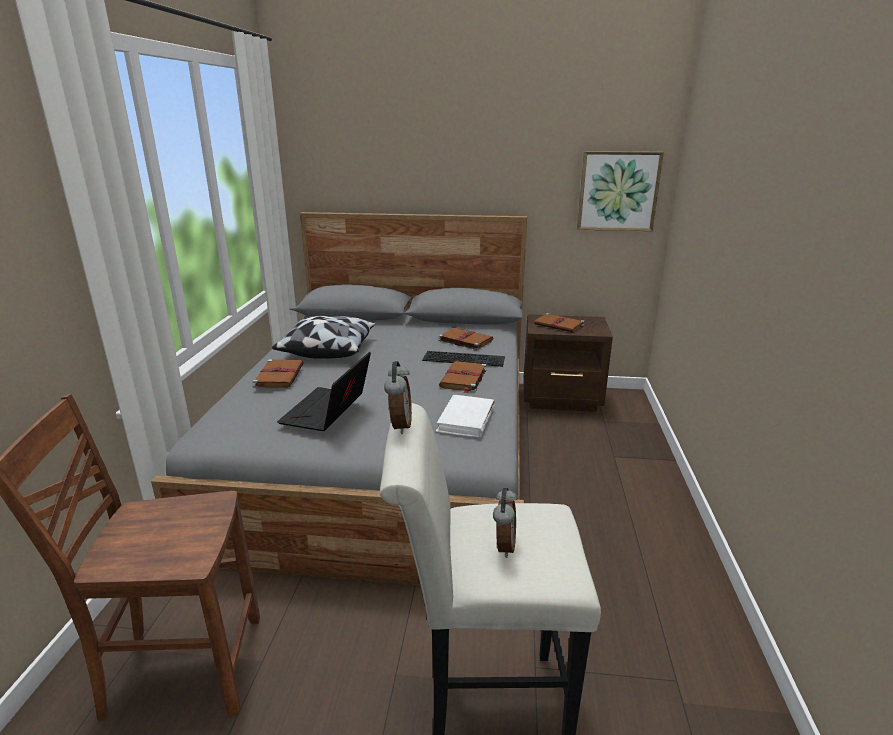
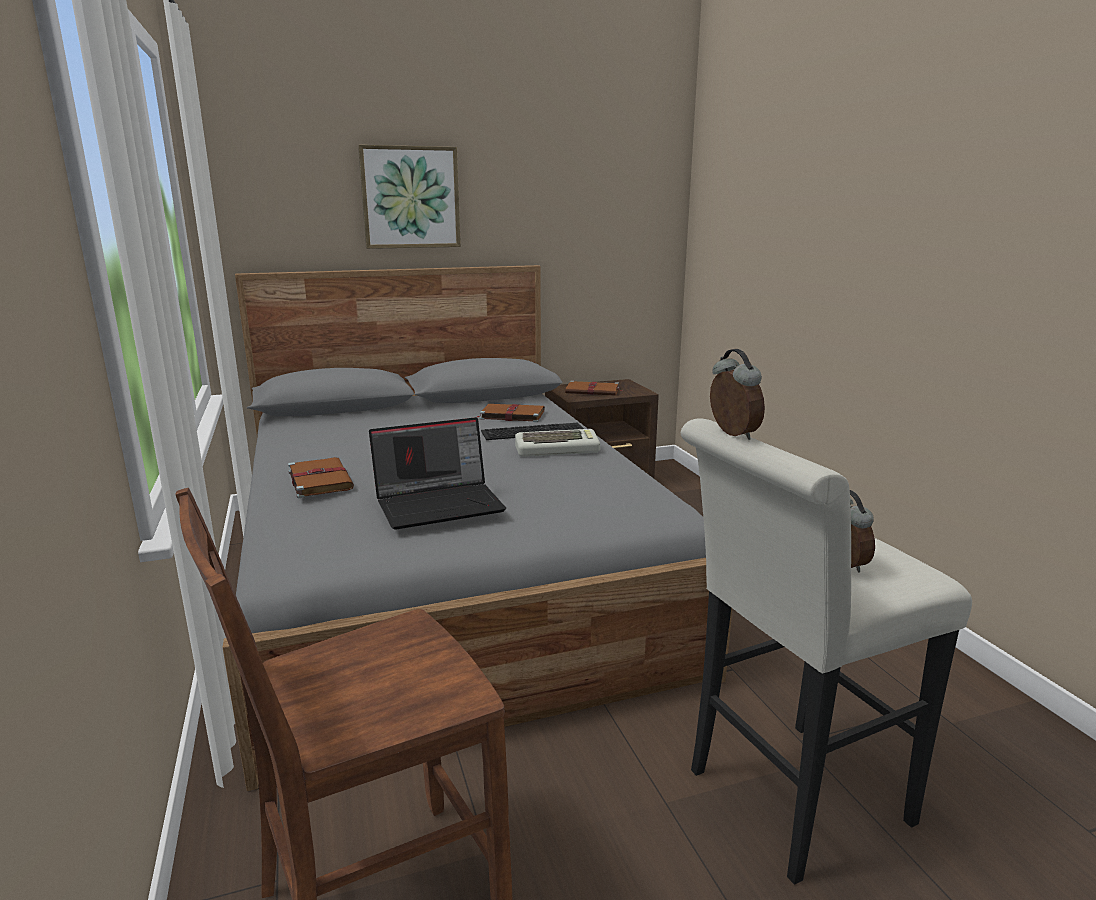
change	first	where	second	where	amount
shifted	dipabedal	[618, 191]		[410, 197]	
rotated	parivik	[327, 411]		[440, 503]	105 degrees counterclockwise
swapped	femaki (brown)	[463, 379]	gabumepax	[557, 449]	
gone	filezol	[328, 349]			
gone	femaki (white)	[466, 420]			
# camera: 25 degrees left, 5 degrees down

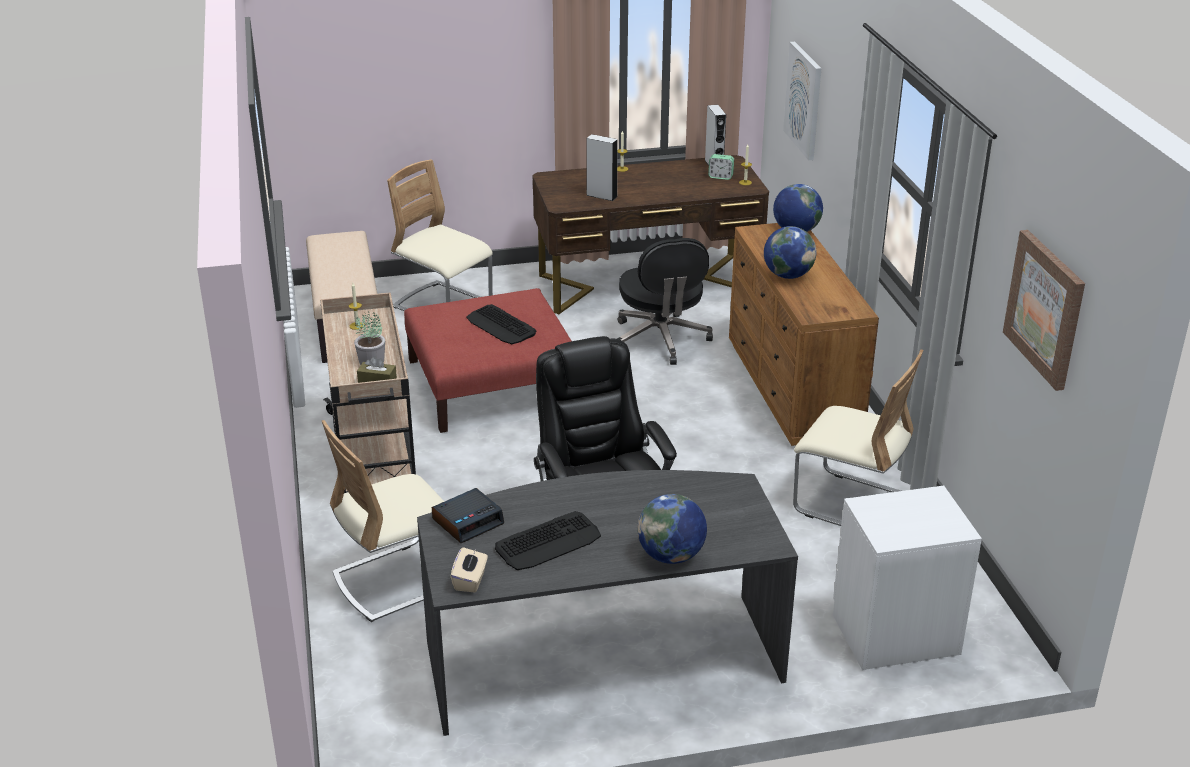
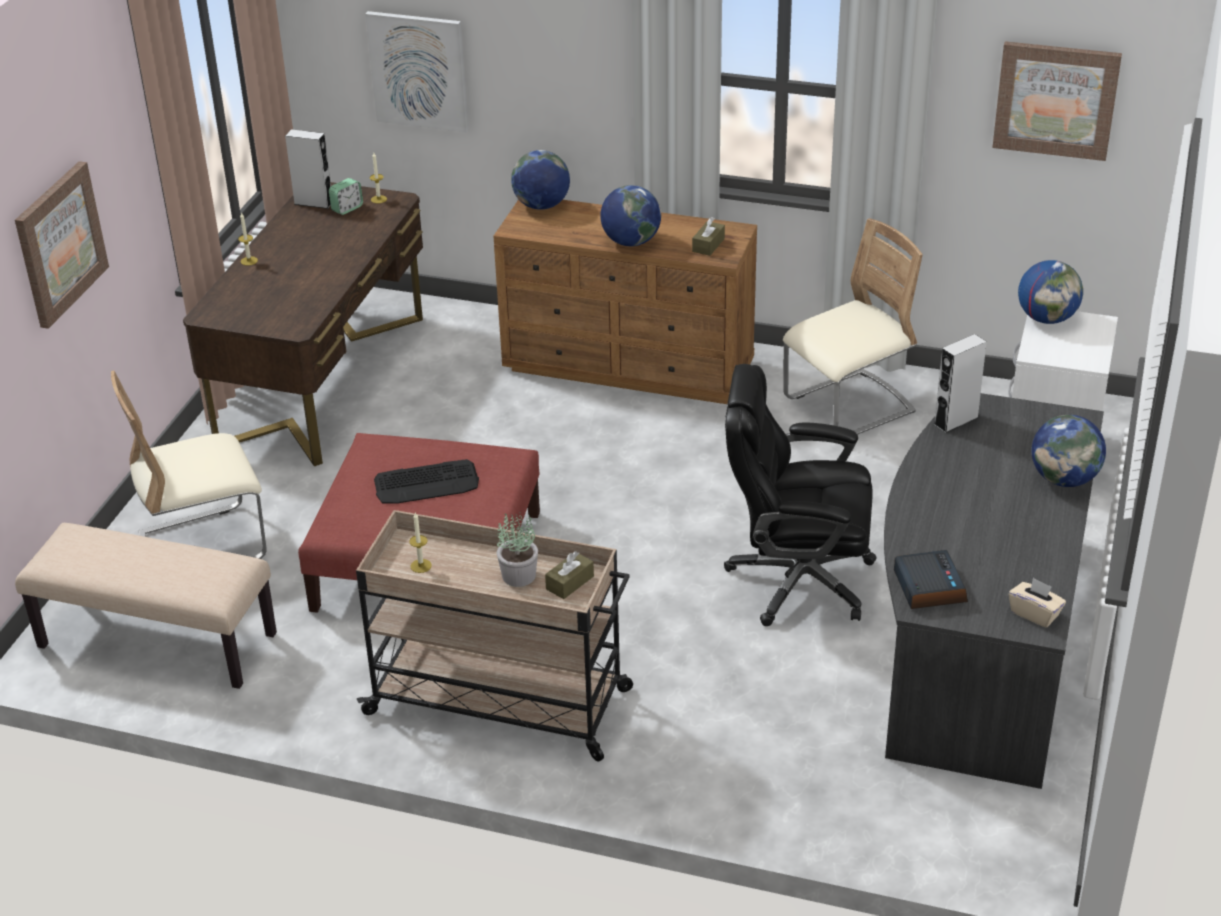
change	first	where	second	where	amount
new			dipabedal	[59, 243]	
new			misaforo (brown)	[708, 245]	
shifted	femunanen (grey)	[601, 196]		[956, 421]	
new			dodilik	[1047, 318]	
gone	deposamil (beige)	[396, 580]			
gone	gabumepax	[548, 542]			
gone	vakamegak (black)	[661, 340]			
# camera: 60 degrees left, 5 degrees up

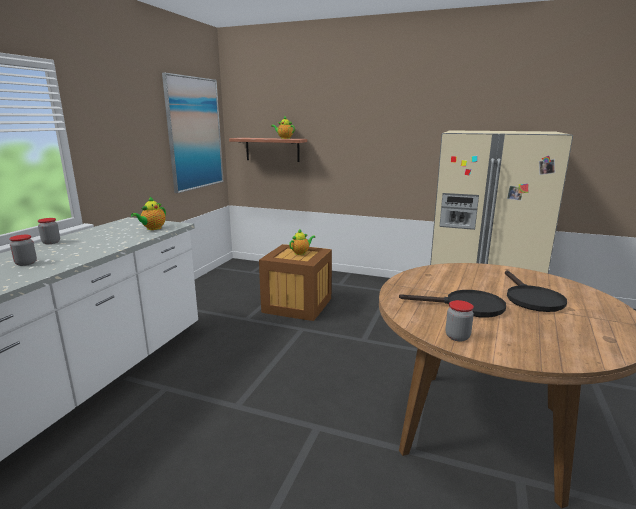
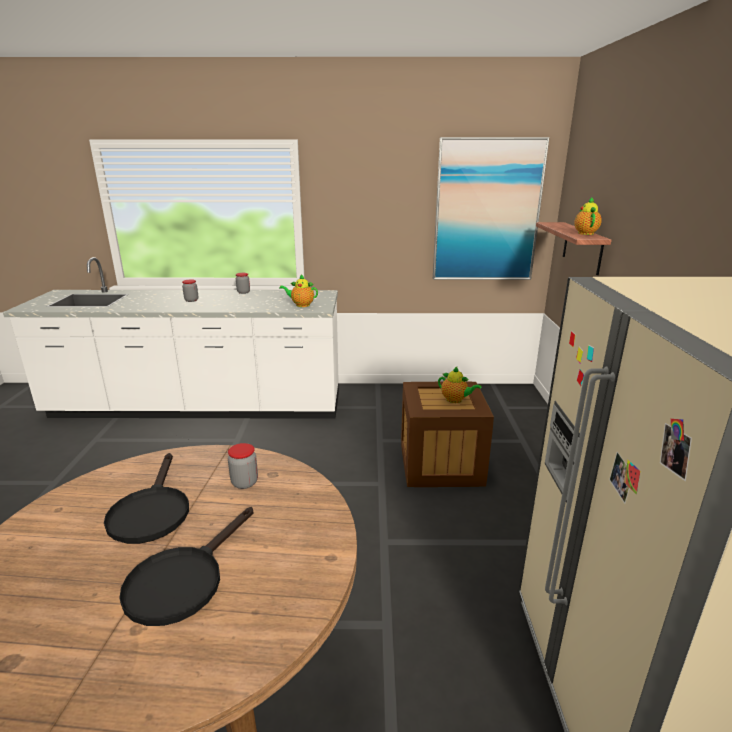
change	first	where	second	where	amount
rotated	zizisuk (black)	[530, 298]		[183, 579]	45 degrees counterclockwise
shifted	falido	[457, 337]		[244, 482]	
# camera: 70 degrees right, 5 degrees up

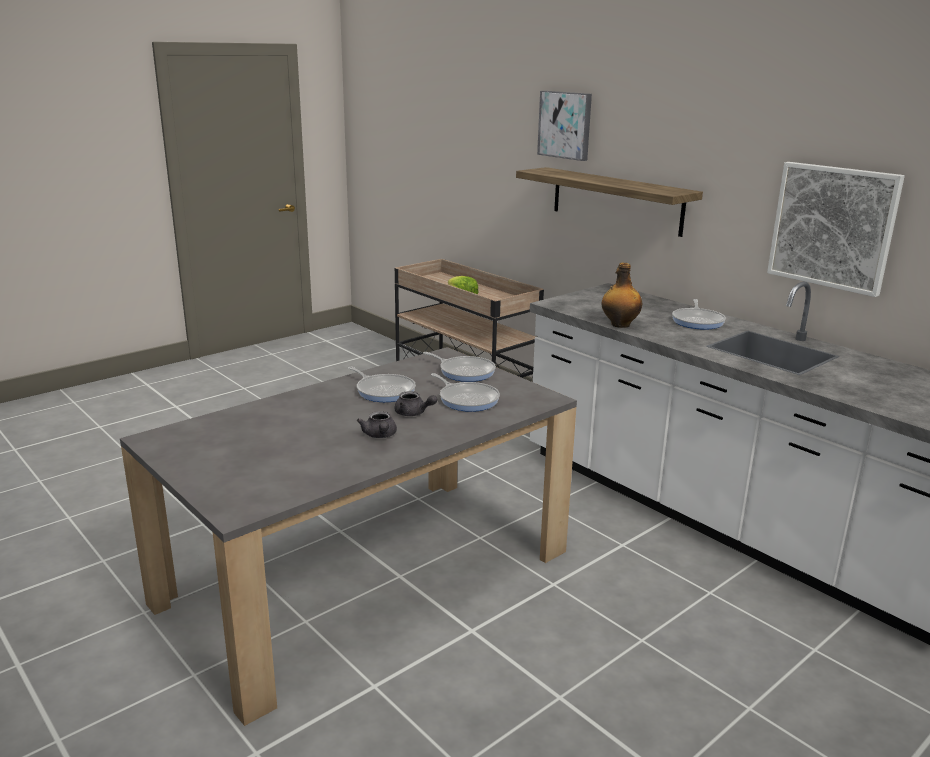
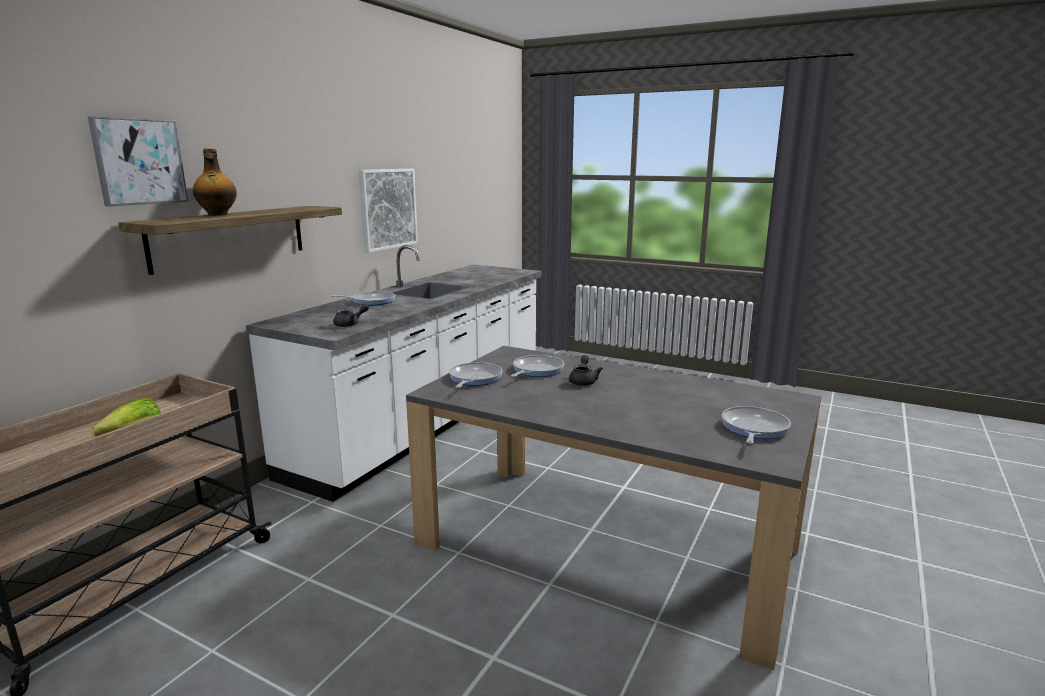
change	first	where	second	where	amount
shifted	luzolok	[619, 325]		[217, 215]	
shifted	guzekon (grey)	[380, 436]		[350, 324]	
shifted	zizisuk	[384, 391]		[753, 428]	
# camera: 110 degrees left, 5 degrees down

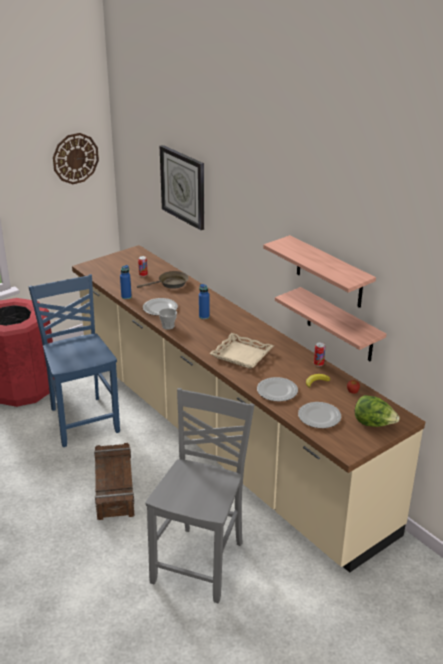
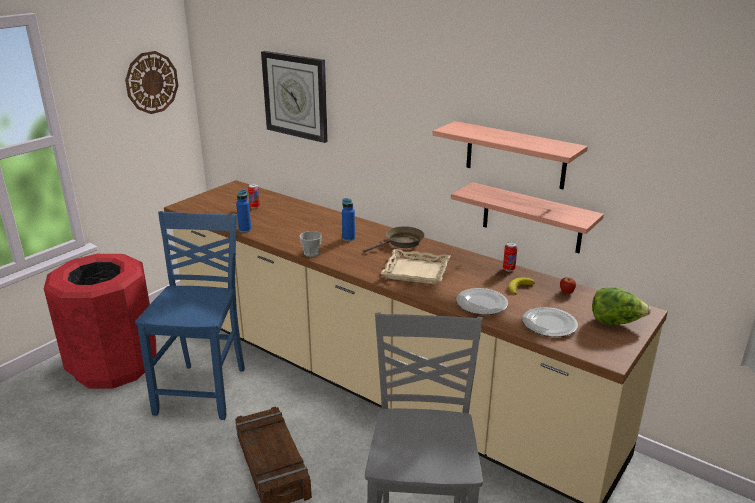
change	first	where	second	where	amount
rotated	deposamil (blue)	[83, 420]		[204, 390]	45 degrees clockwise
shifted	zizisuk (brown)	[170, 284]		[401, 243]	
gone	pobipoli	[160, 308]			
# camera: 15 degrees left, 5 degrees down

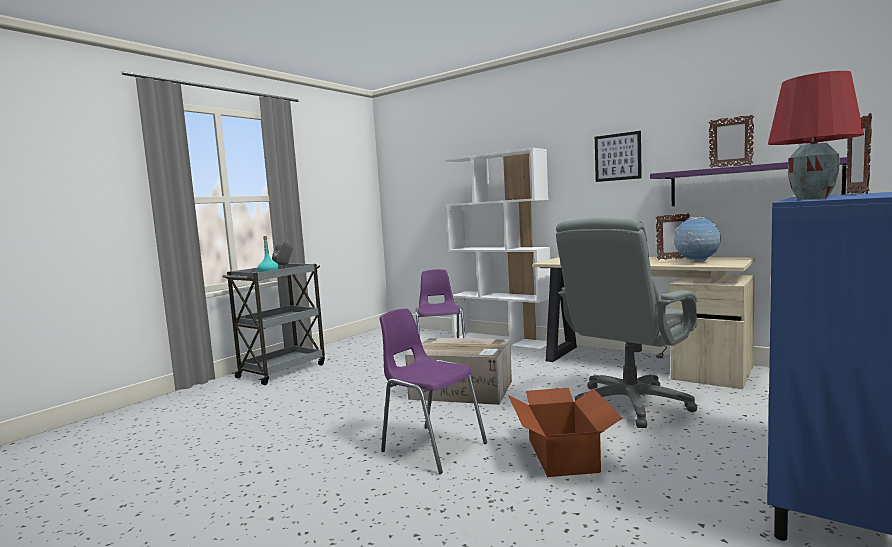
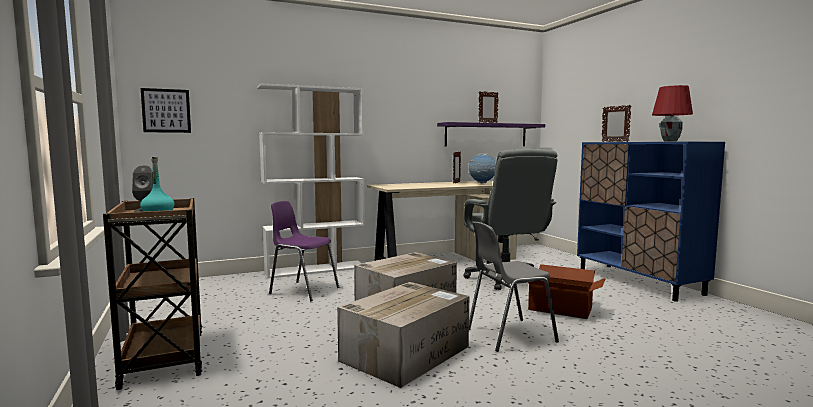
change	first	where	second	where	amount
repainted	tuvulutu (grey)	[283, 370]	tuvulutu (brown)	[164, 357]	
shifted	dipabedal	[617, 157]		[166, 110]	
new			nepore	[406, 353]	
repainted	deposamil (purple)	[431, 447]	deposamil (grey)	[508, 335]	
# camera: 60 degrees left, 0 degrees up

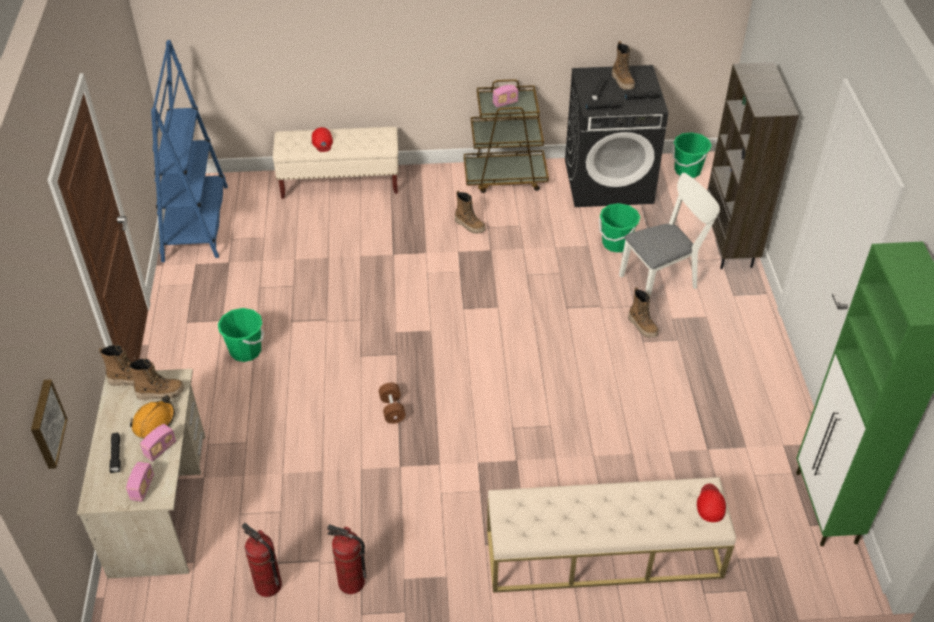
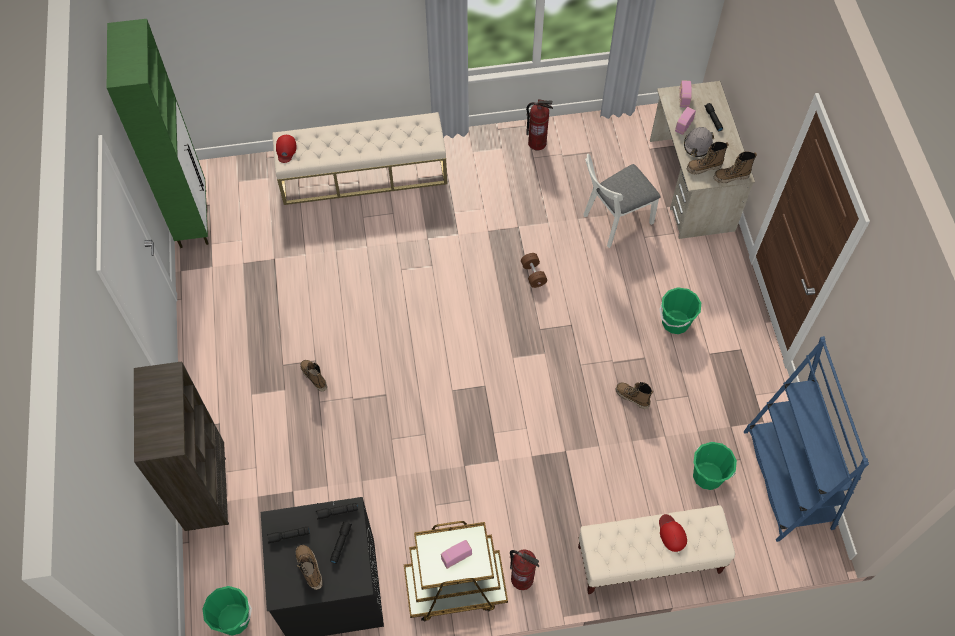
change	first	where	second	where	amount
shifted	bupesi	[268, 585]		[522, 579]	
shifted	deposamil (white)	[663, 279]		[613, 221]	
shifted	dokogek	[470, 225]		[632, 398]	
repainted	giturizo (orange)	[154, 422]	giturizo (grey)	[698, 145]	
shifted	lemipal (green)	[616, 243]		[707, 476]	
gone	dipabedal	[46, 424]			
# camera: 175 degrees right, 15 degrees up

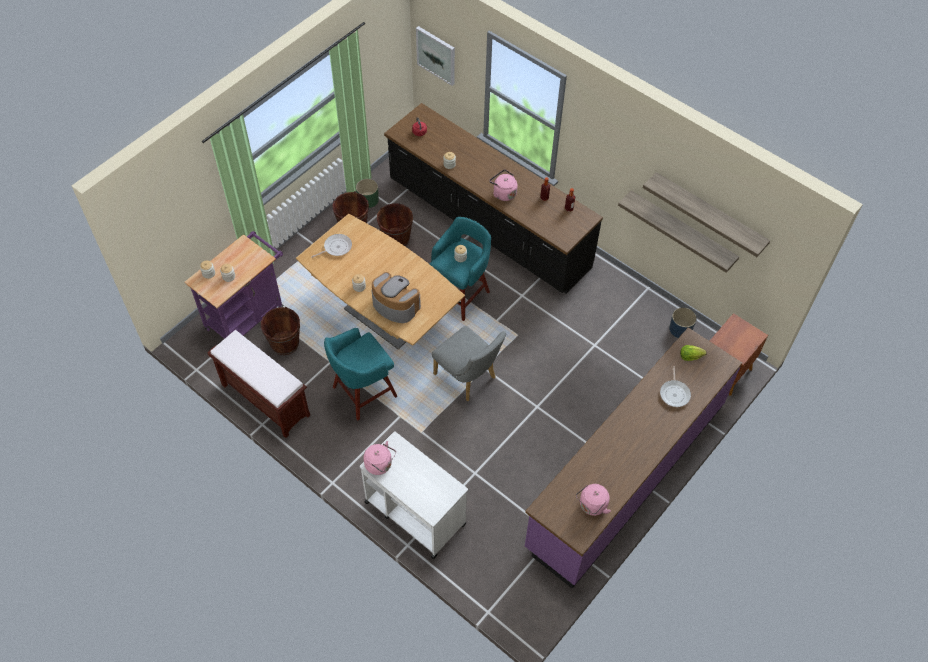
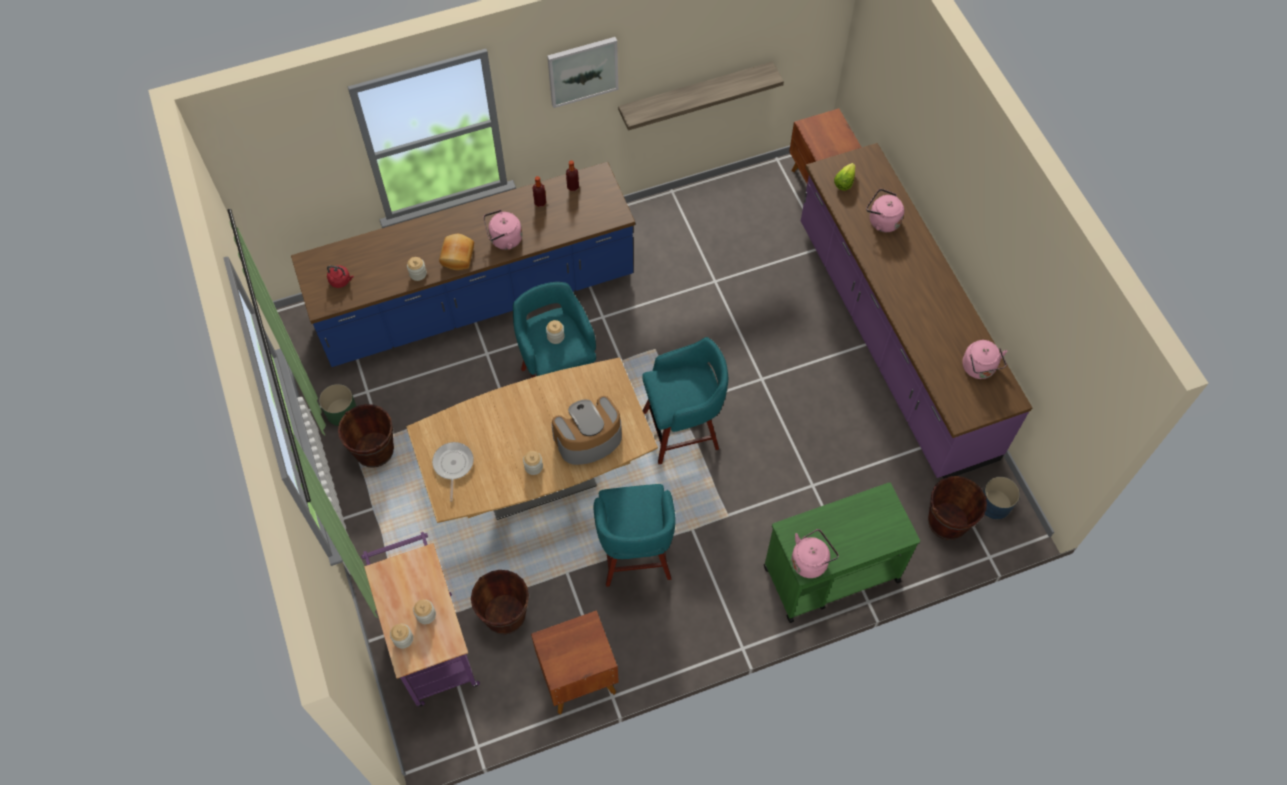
change	first	where	second	where	amount
repainted	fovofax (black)	[488, 225]	fovofax (blue)	[477, 300]	
new			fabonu	[456, 256]	
swapped	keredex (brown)	[264, 400]	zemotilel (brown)	[577, 677]	
shifted	dipabedal	[436, 55]		[582, 71]	
swapped	deposamil (grey)	[468, 378]	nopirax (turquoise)	[683, 429]	
repainted	tuvulutu (white)	[414, 512]	tuvulutu (green)	[830, 574]	
swapped	zizisuk	[674, 393]	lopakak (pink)	[882, 221]	
shifted	lemipal (brown)	[396, 239]		[947, 521]	
shifted	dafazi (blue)	[680, 329]		[995, 504]	
gone	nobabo	[709, 213]			
# camera: 60 degrees left, 5 degrees up

